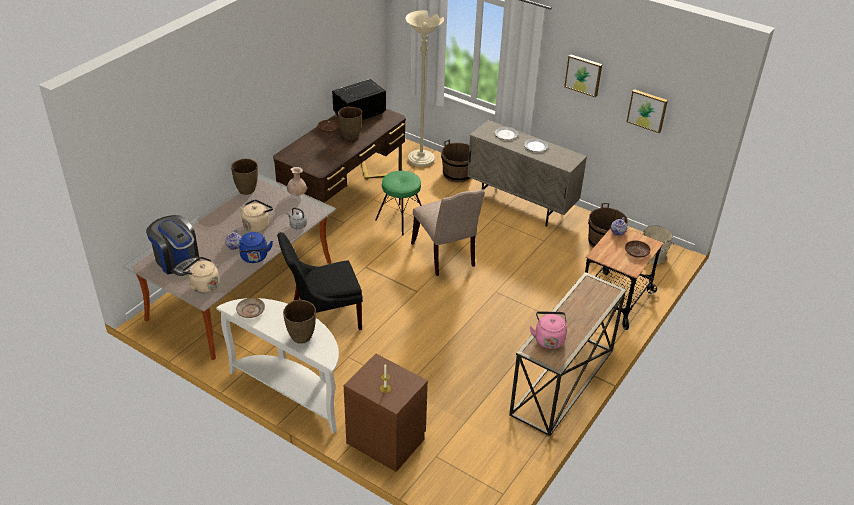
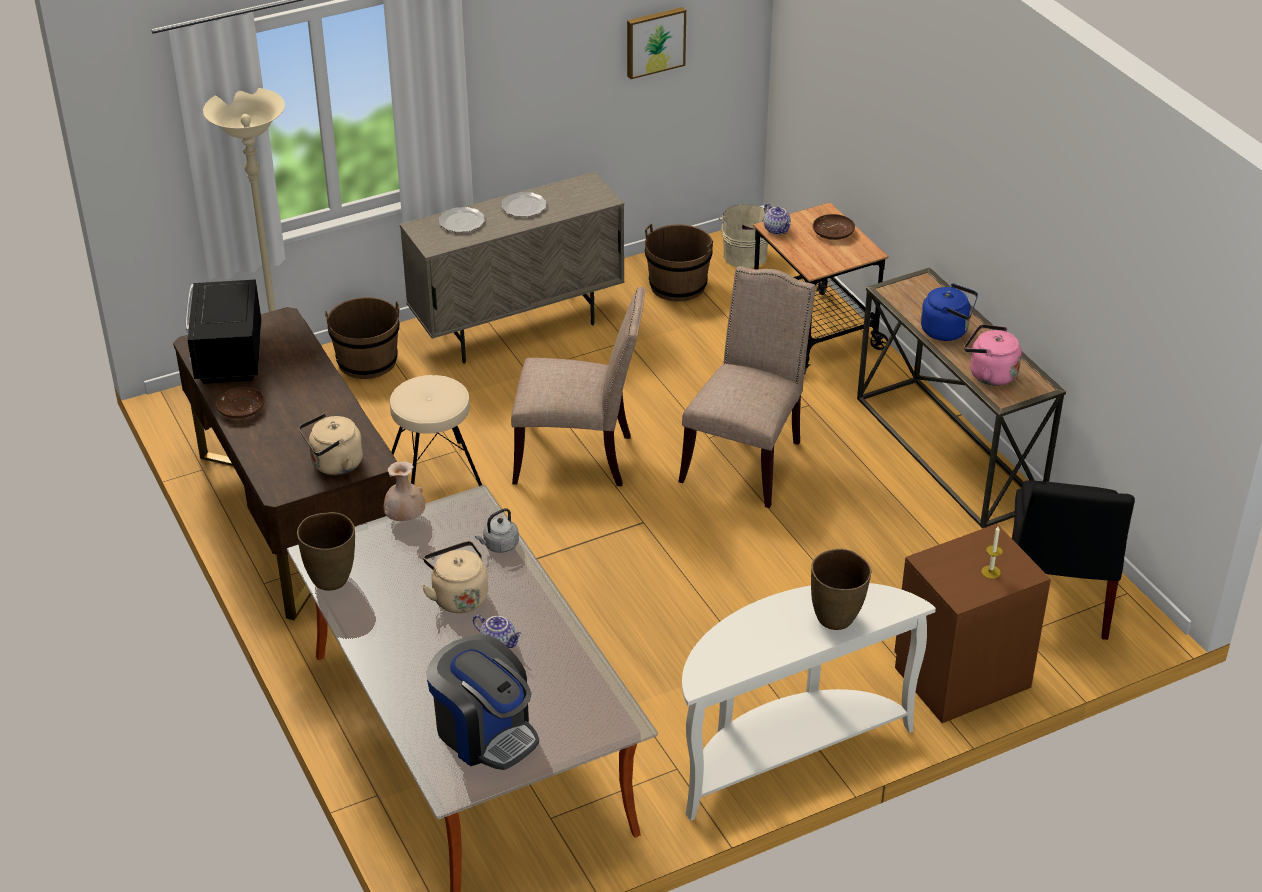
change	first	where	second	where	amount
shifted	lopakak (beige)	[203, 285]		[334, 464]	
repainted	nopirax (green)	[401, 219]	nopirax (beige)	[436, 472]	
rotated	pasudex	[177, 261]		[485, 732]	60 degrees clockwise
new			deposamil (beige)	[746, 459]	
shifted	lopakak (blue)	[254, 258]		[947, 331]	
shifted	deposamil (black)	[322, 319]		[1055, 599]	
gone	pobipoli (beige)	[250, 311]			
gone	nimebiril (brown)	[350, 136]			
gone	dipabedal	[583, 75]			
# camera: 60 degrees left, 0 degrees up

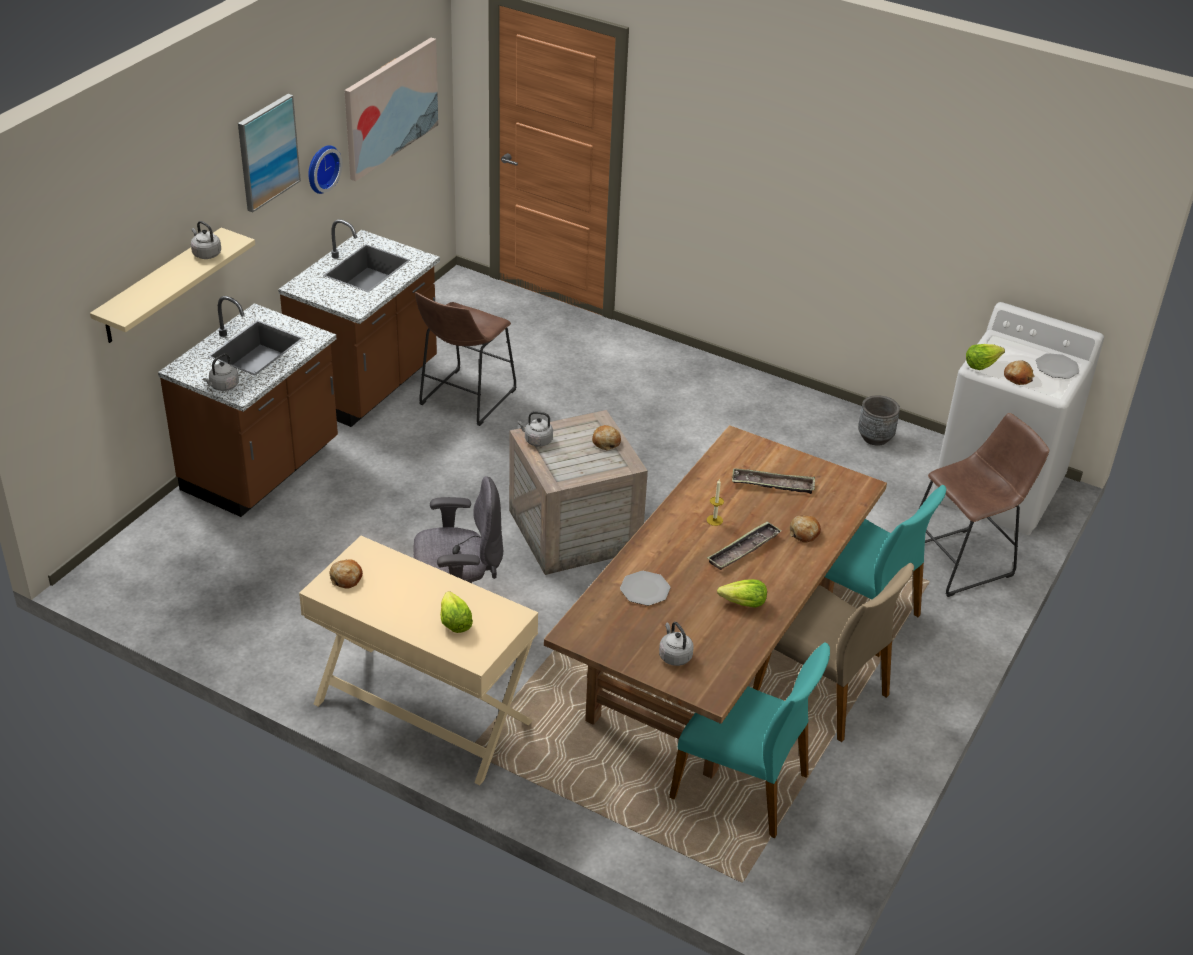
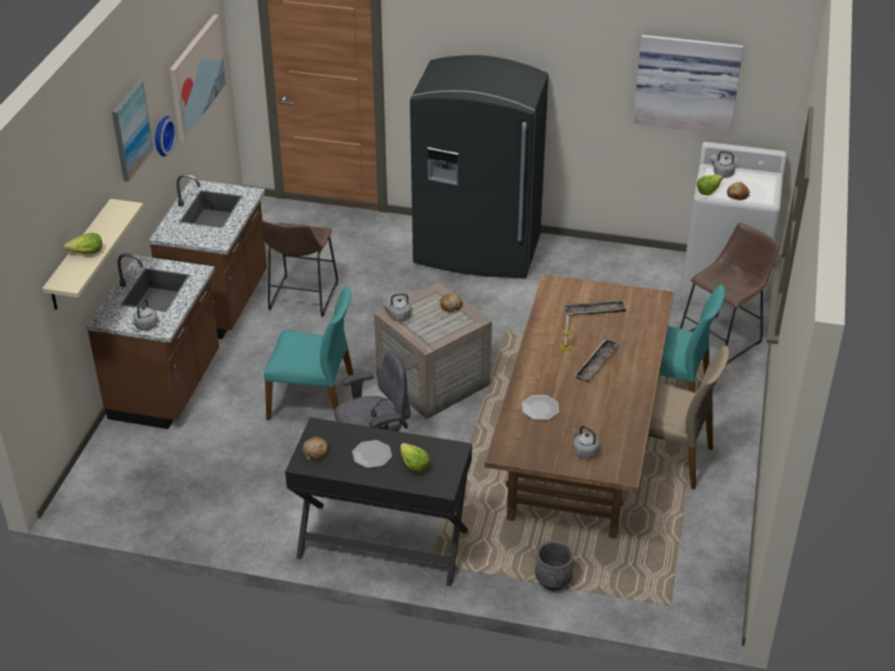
change	first	where	second	where	amount
shifted	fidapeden	[743, 603]		[86, 253]	
shifted	deposamil (turquoise)	[742, 786]		[313, 402]	
repainted	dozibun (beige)	[422, 713]	dozibun (black)	[382, 544]	
shifted	pobipoli	[1057, 367]		[372, 455]	
new			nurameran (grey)	[477, 251]	
shifted	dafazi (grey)	[875, 437]		[553, 580]	
new			dipabedal	[687, 82]	
shifted	lopakak (grey)	[206, 253]		[722, 174]	
gone	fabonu	[804, 533]			
# camera: 15 degrees left, 0 degrees up

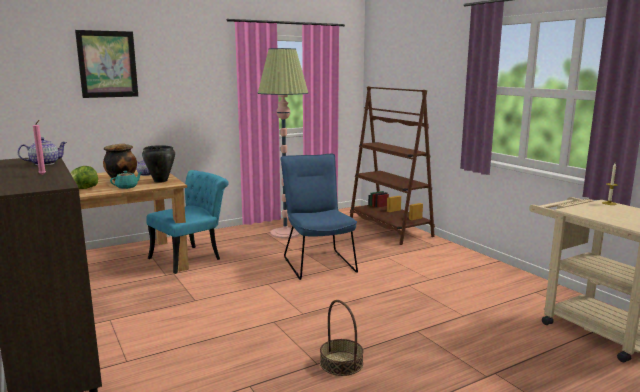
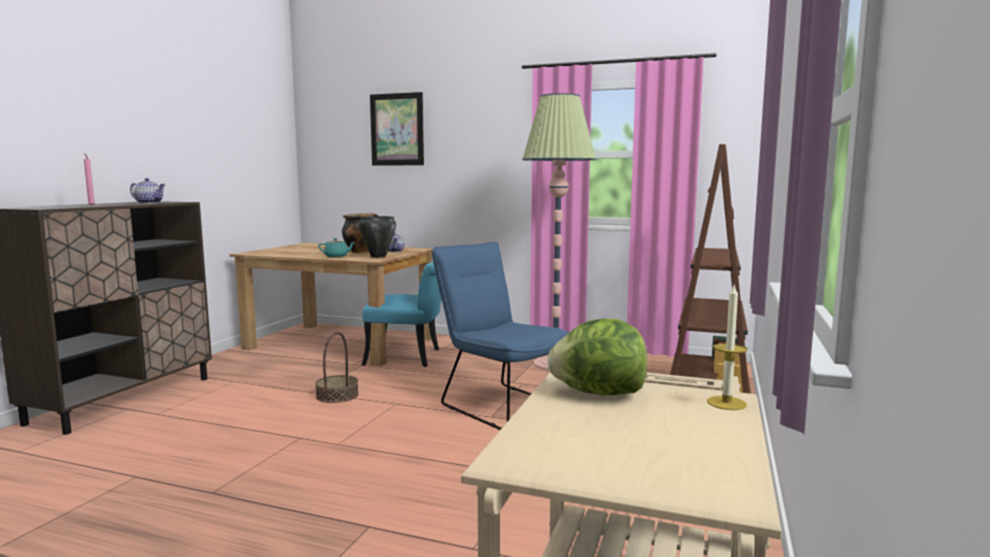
change	first	where	second	where	amount
shifted	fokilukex	[341, 363]		[337, 395]	
rotated	deposamil (blue)	[317, 262]		[498, 404]	75 degrees counterclockwise
shifted	fidapeden	[83, 188]		[598, 393]	
# camera: 50 degrees right, 5 degrees down

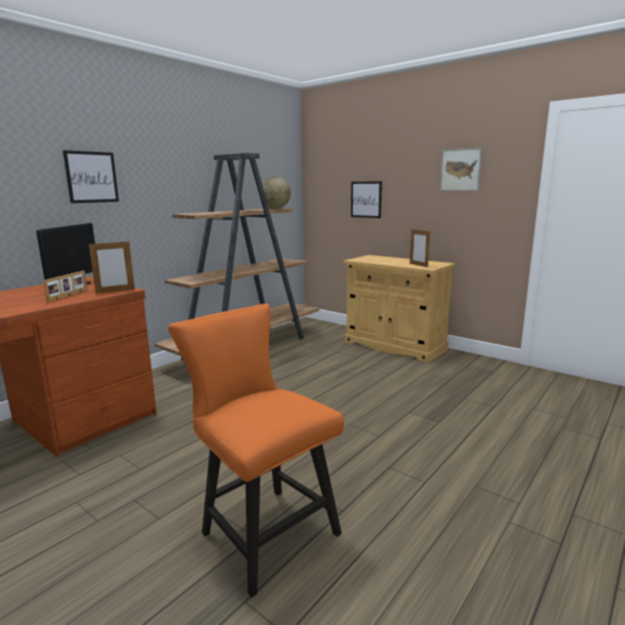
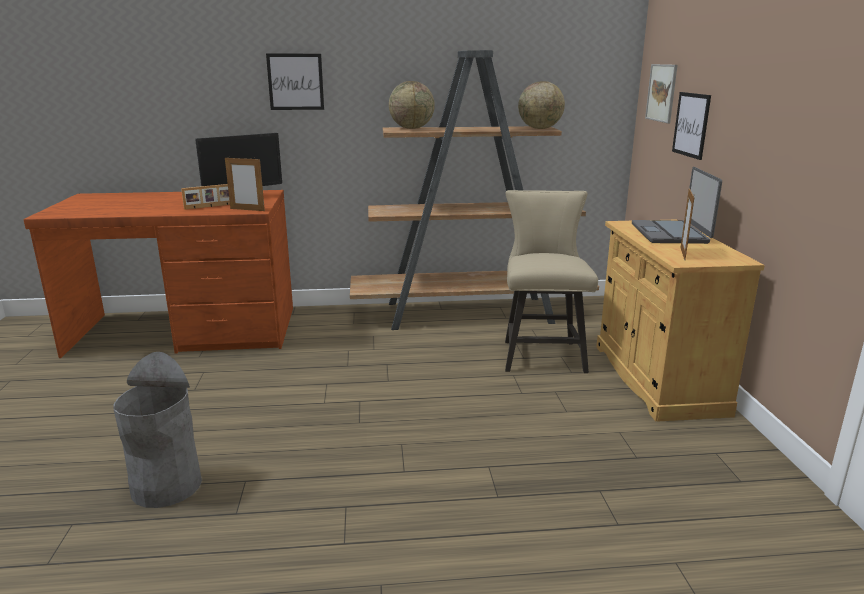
change	first	where	second	where	amount
swapped	deposamil (orange)	[263, 530]	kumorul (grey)	[167, 486]	
new			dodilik	[411, 128]	
new			deposamil (beige)	[541, 353]	
new			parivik	[670, 233]	
shifted	dipabedal	[460, 170]		[661, 93]	
# camera: 45 degrees right, 5 degrees up

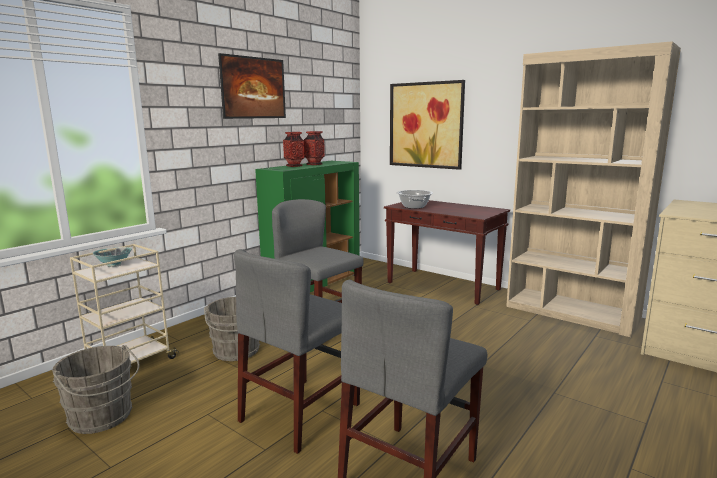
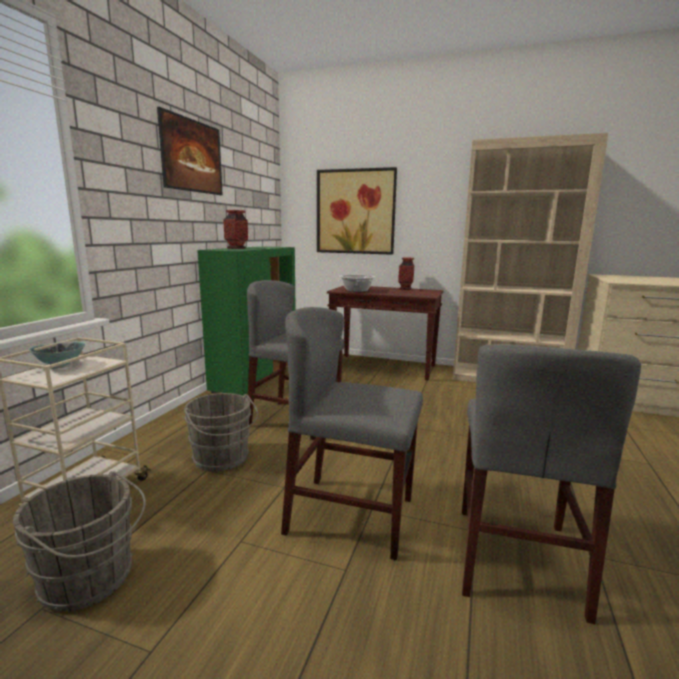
change	first	where	second	where	amount
rotated	deposamil (grey)	[300, 412]		[350, 515]	90 degrees clockwise
shifted	nimebiril	[314, 164]		[405, 289]	
# camera: 20 degrees left, 0 degrees up

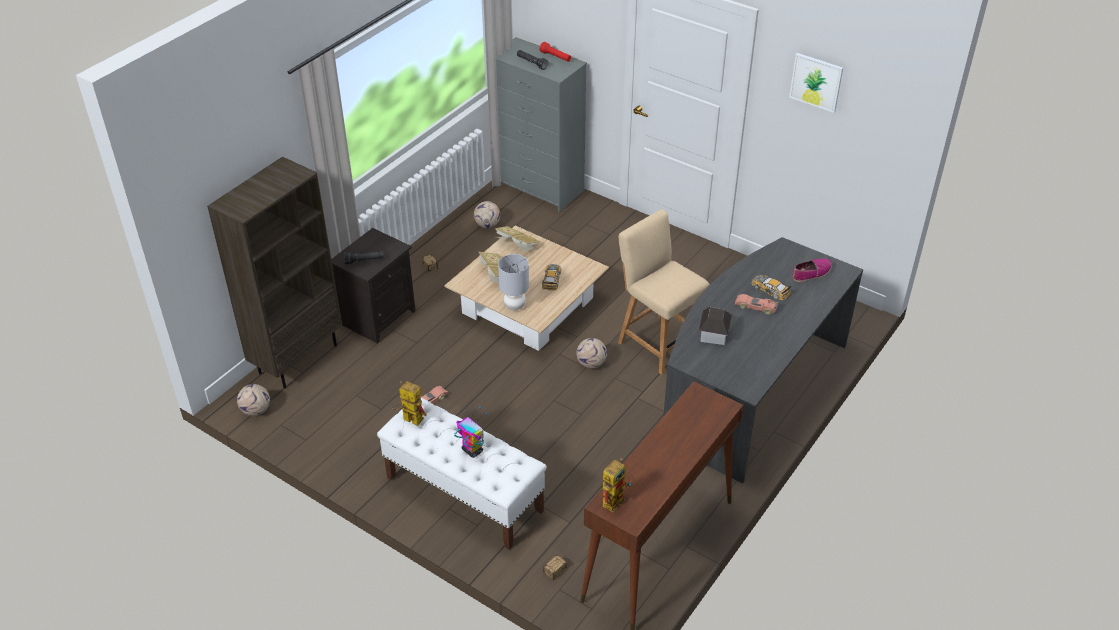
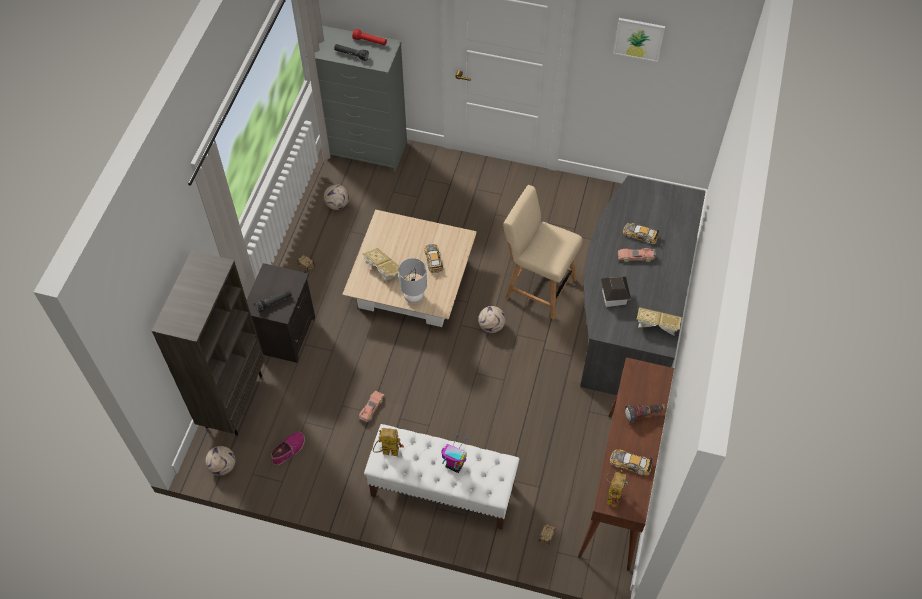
change	first	where	second	where	amount
shifted	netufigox	[811, 273]		[288, 450]	
new			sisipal	[630, 463]	
new			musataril	[644, 415]	
shifted	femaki	[516, 245]		[656, 326]	
# camera: 20 degrees left, 15 degrees up

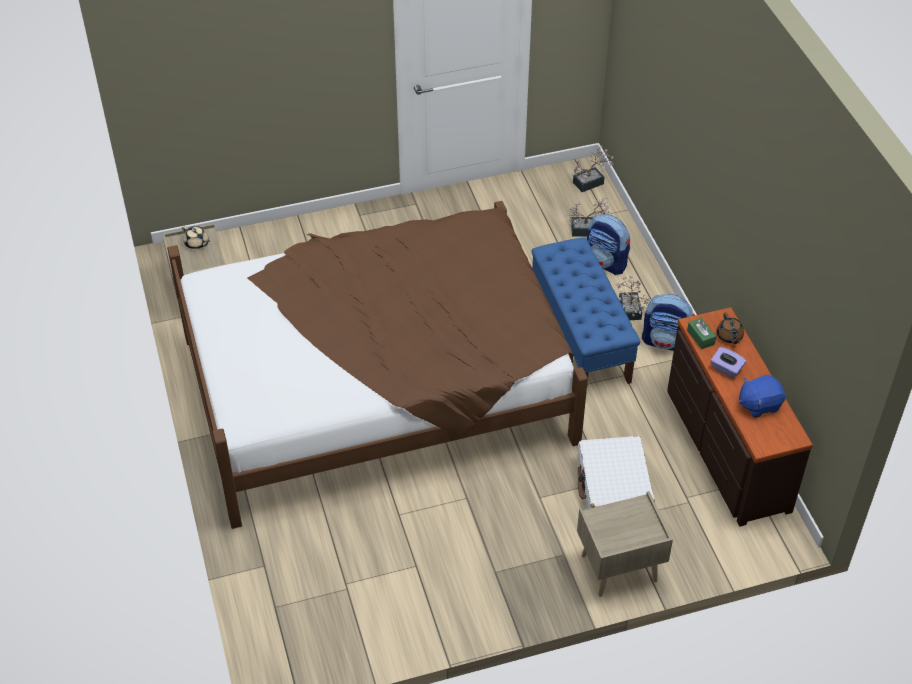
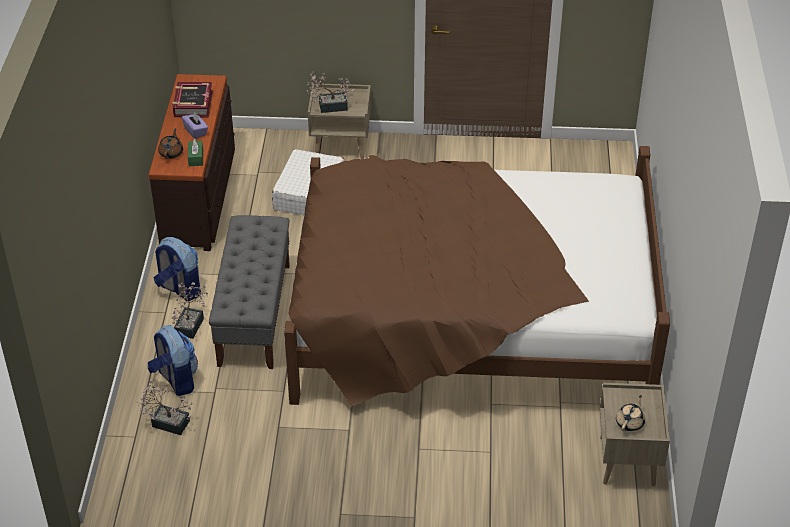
change	first	where	second	where	amount
swapped	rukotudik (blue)	[759, 404]	femaki	[192, 104]	
repainted	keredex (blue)	[580, 336]	keredex (grey)	[254, 314]	
shifted	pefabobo	[591, 182]		[329, 106]	
rotated	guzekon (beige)	[197, 243]		[630, 422]	60 degrees clockwise
# camera: 160 degrees left, 5 degrees down

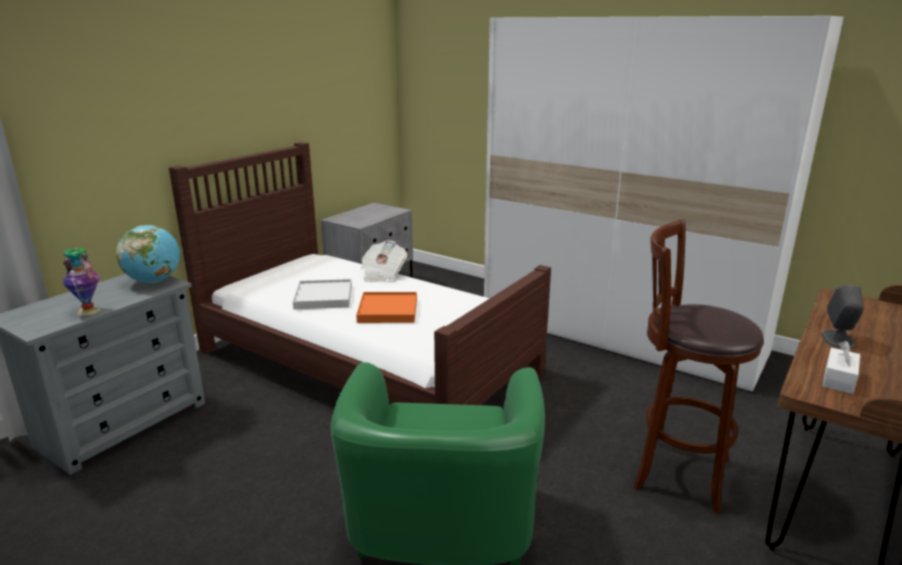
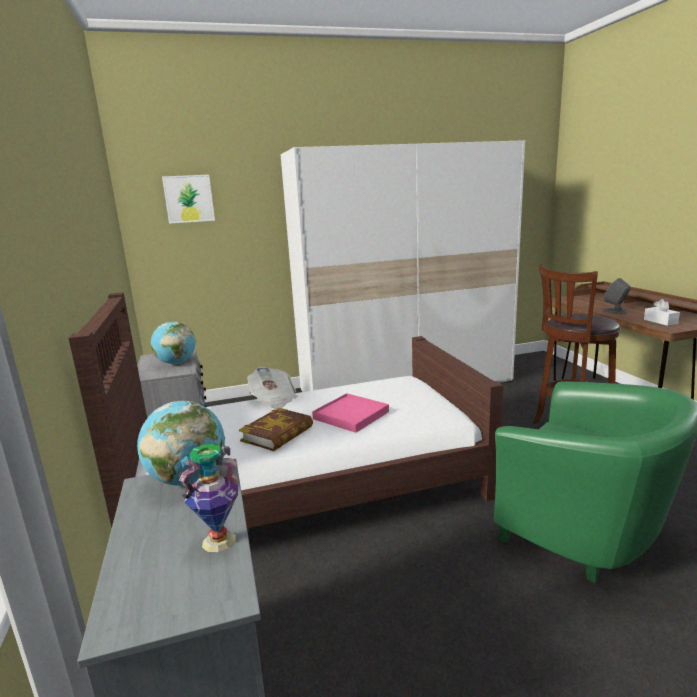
change	first	where	second	where	amount
new			dodilik	[176, 363]	
new			dipabedal	[189, 199]	
swapped	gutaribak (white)	[323, 297]	femaki	[278, 434]	
repainted	gutaribak (orange)	[388, 310]	gutaribak (pink)	[351, 415]	
# camera: 50 degrees left, 5 degrees down

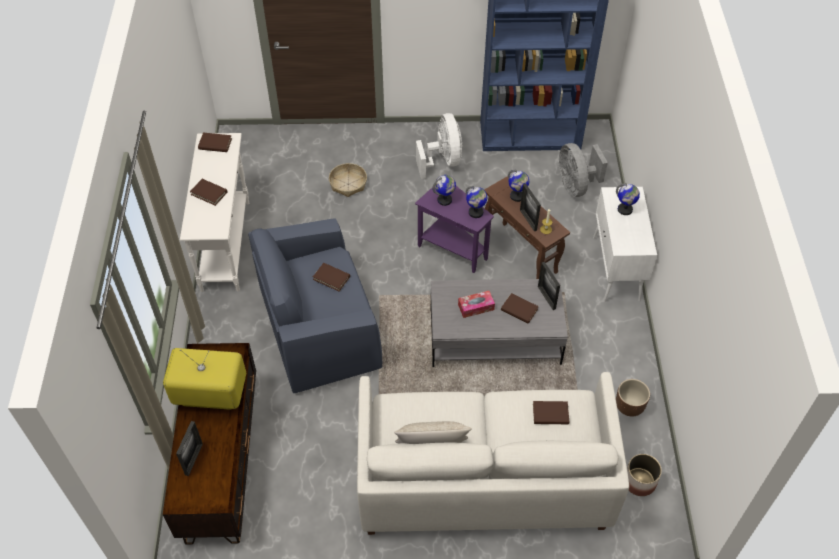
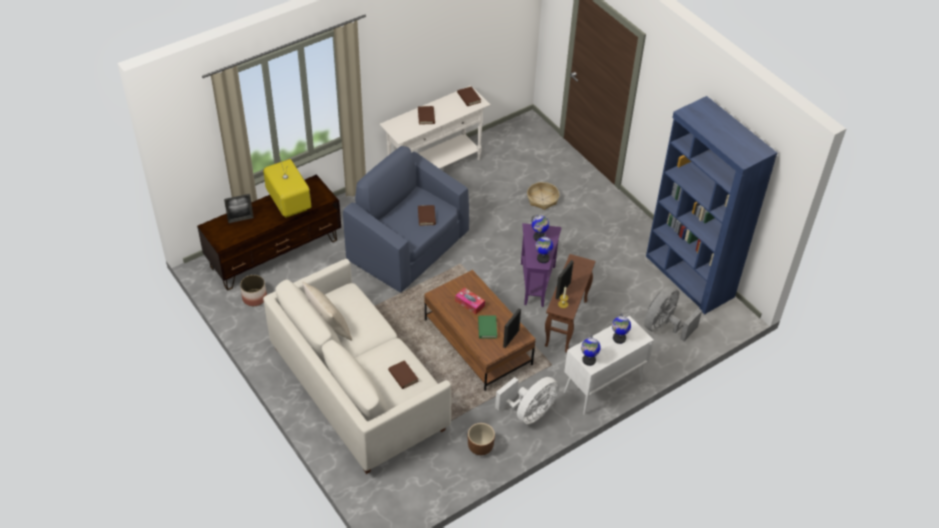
change	first	where	second	where	amount
shifted	dafazi	[639, 482]		[254, 298]	
repainted	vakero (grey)	[494, 337]	vakero (brown)	[477, 342]	
repainted	femaki (brown)	[519, 310]	femaki (green)	[487, 328]	
shifted	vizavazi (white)	[443, 161]		[529, 413]	
shifted	dodilik	[517, 196]		[588, 360]	
# camera: 55 degrees right, 5 degrees down

